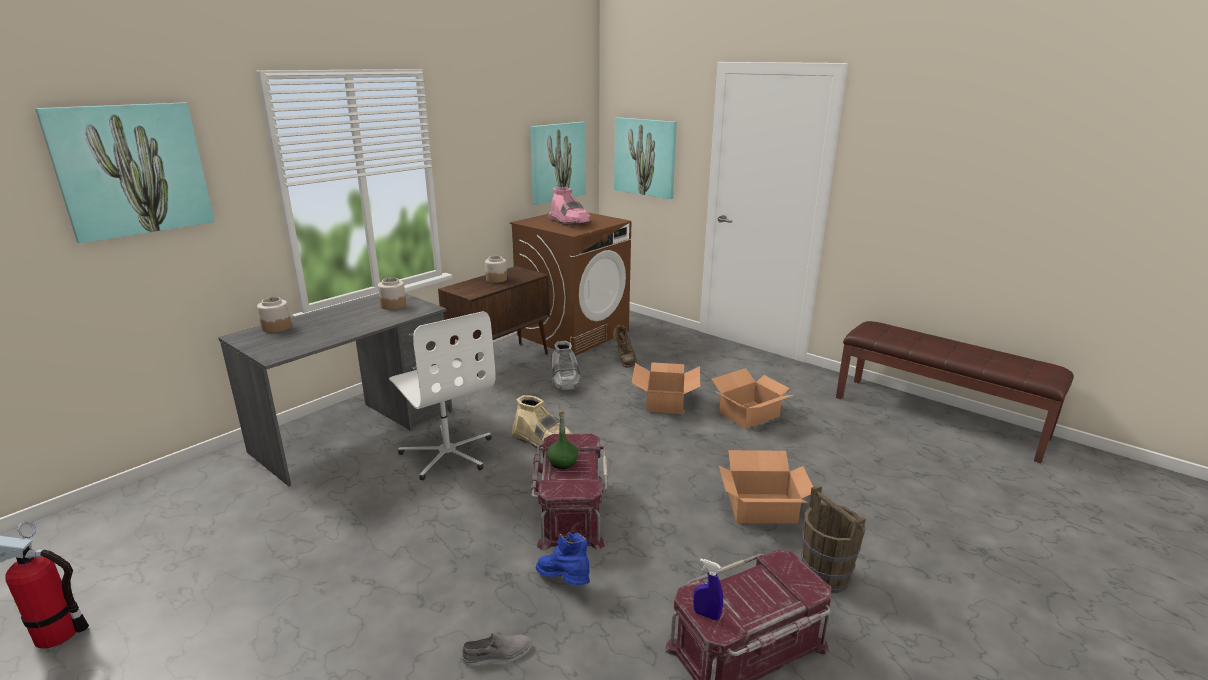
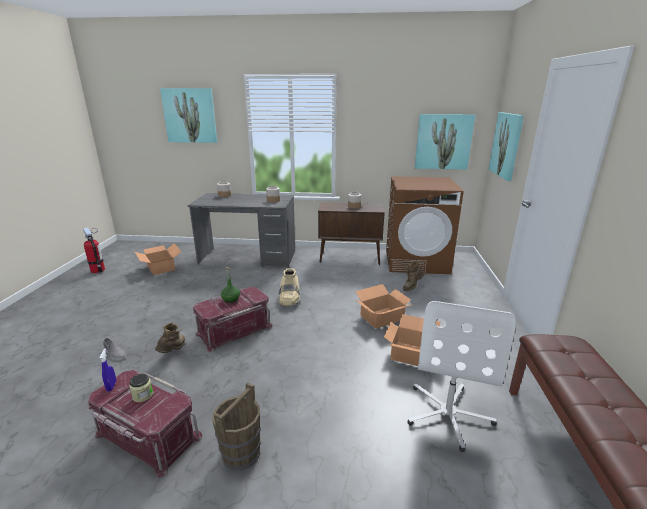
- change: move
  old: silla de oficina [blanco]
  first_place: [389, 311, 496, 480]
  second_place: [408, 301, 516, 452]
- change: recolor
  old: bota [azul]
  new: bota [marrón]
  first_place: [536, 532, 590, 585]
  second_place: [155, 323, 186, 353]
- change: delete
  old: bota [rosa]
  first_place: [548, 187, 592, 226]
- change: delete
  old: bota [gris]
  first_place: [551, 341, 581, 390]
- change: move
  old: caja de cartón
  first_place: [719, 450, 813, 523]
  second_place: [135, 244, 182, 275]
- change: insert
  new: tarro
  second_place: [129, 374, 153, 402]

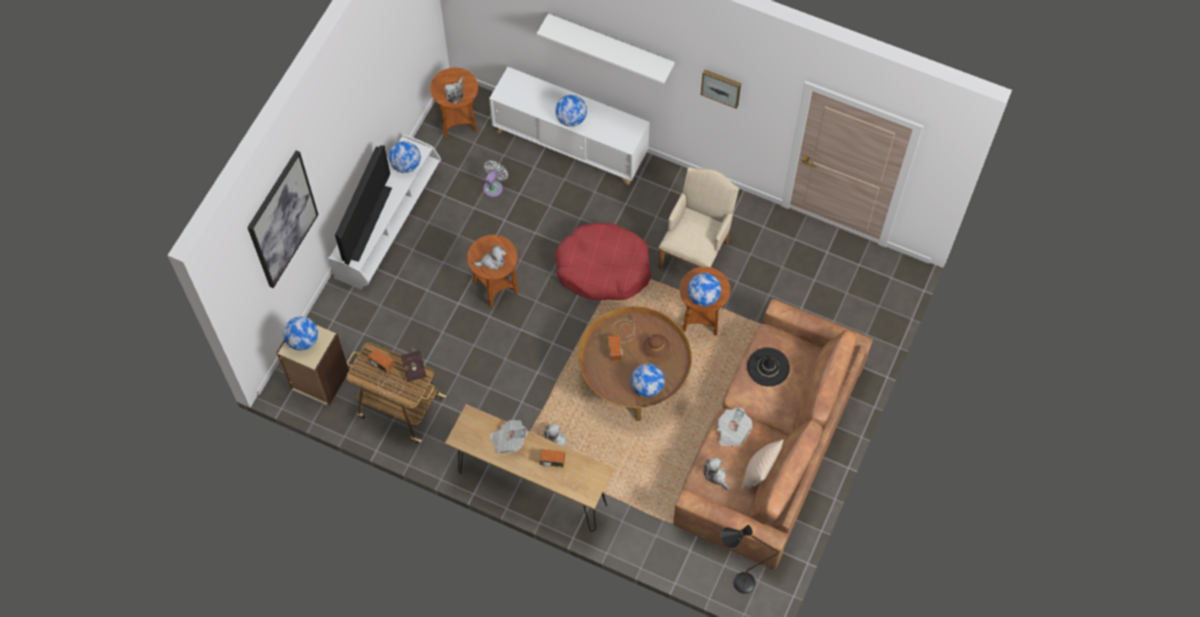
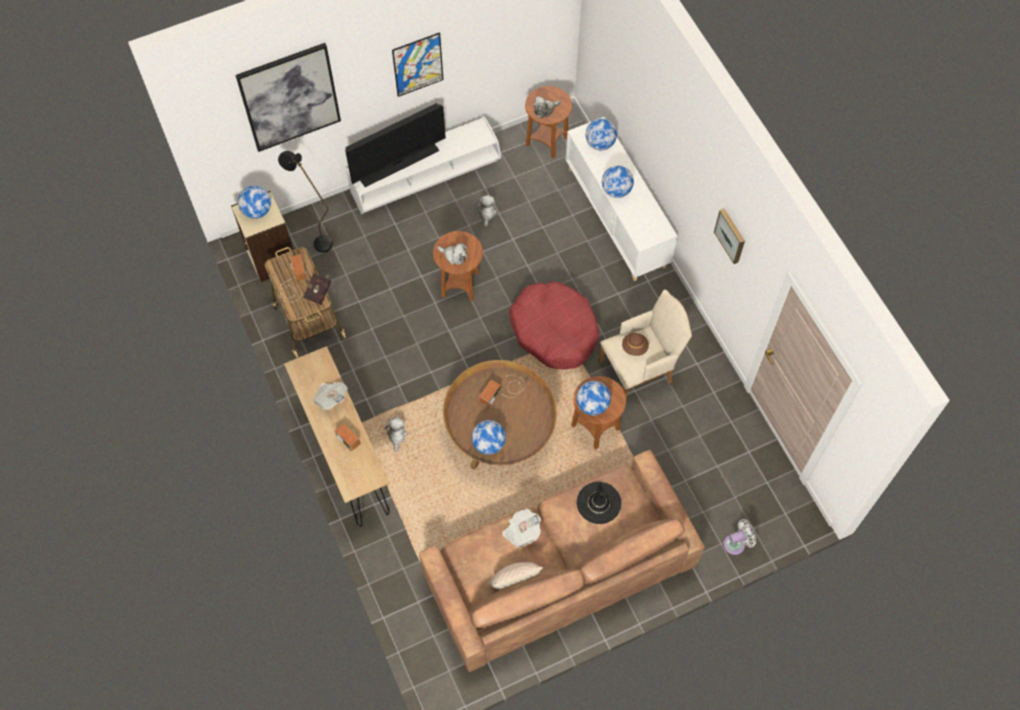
- change: move
  old: globo terráqueo
  first_place: [389, 141, 421, 173]
  second_place: [586, 119, 617, 150]
- change: move
  old: ventilador [blanco]
  first_place: [483, 160, 508, 197]
  second_place: [724, 519, 756, 555]
- change: delete
  old: estante [blanco]
  first_place: [537, 14, 675, 84]
- change: move
  old: sombrero [marrón]
  first_place: [643, 334, 670, 358]
  second_place: [622, 333, 649, 356]
- change: move
  old: peluche
  first_place: [704, 458, 729, 490]
  second_place: [477, 195, 497, 227]
- change: move
  old: lámpara de pie [negro]
  first_place: [721, 525, 779, 594]
  second_place: [278, 151, 333, 253]
- change: insert
  new: cuadro
  second_place: [392, 32, 443, 97]

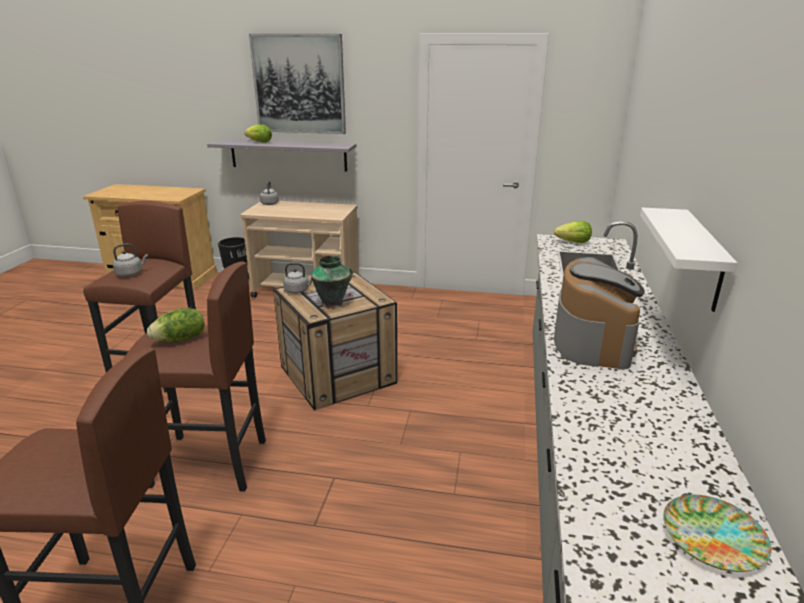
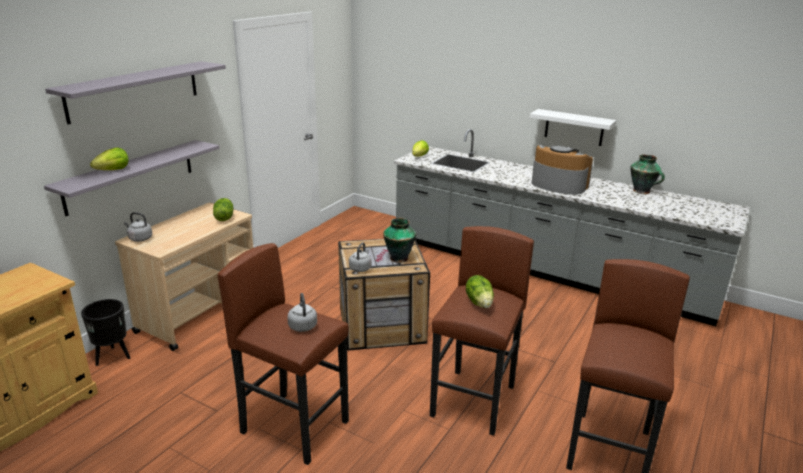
- change: replace
  old: cuadro
  new: estante [gris]
  first_place: [249, 34, 346, 134]
  second_place: [45, 61, 226, 124]
- change: delete
  old: plato
  first_place: [663, 495, 772, 572]
- change: insert
  new: lechuga
  second_place: [213, 198, 234, 221]
- change: insert
  new: florero
  second_place: [630, 154, 665, 194]

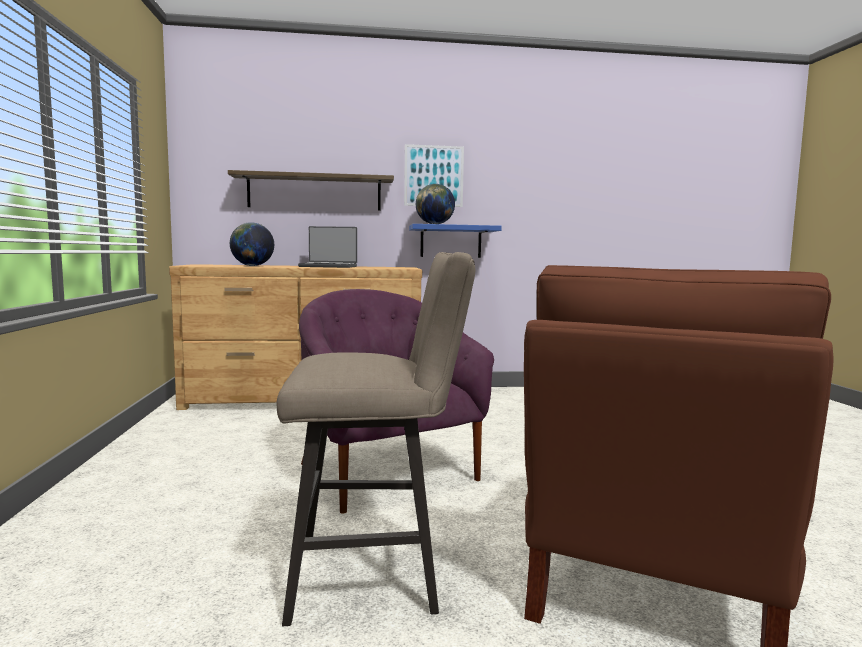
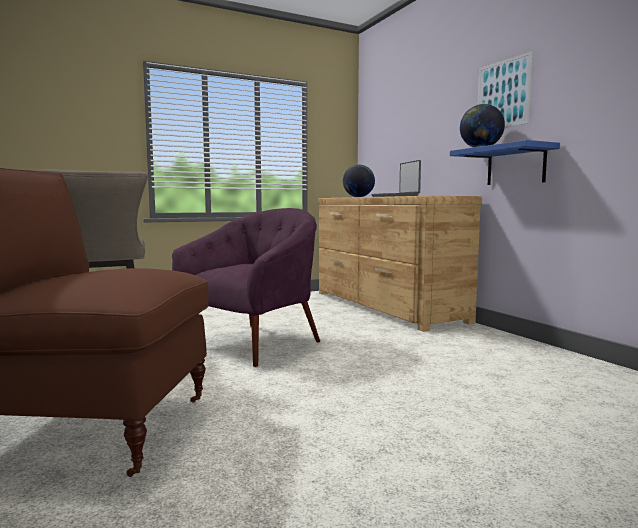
- change: delete
  old: estante
  first_place: [228, 170, 394, 211]

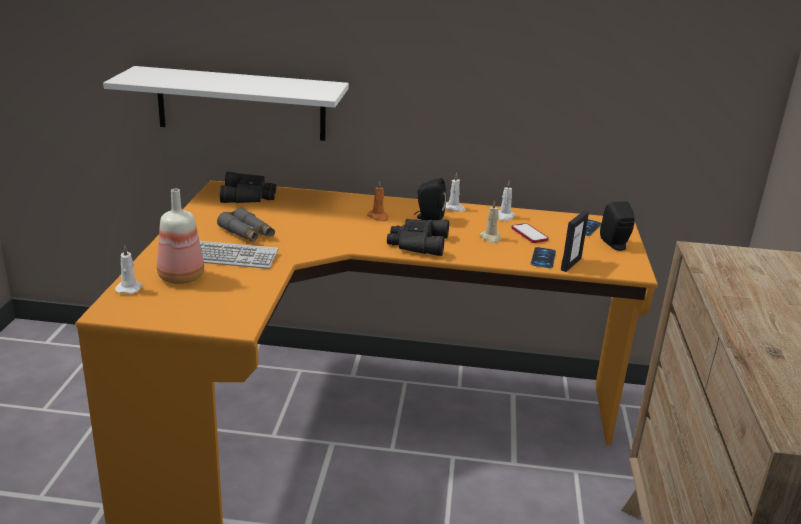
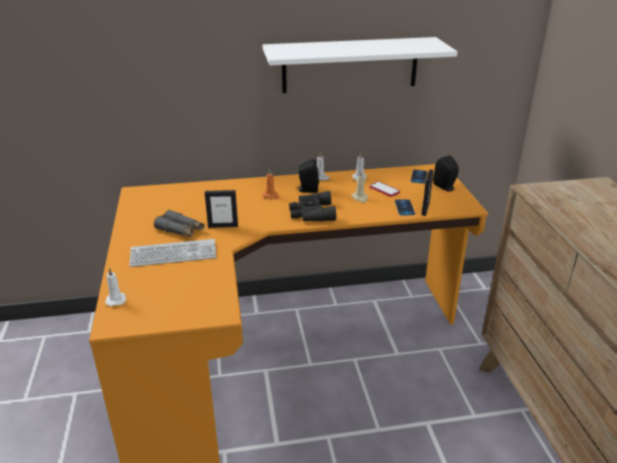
- change: move
  old: estante [blanco]
  first_place: [103, 66, 349, 141]
  second_place: [263, 37, 457, 93]
- change: delete
  old: botella
  first_place: [157, 189, 204, 284]
- change: delete
  old: prismáticos [negro]
  first_place: [220, 171, 276, 203]
- change: insert
  new: portarretratos
  second_place: [205, 190, 238, 228]

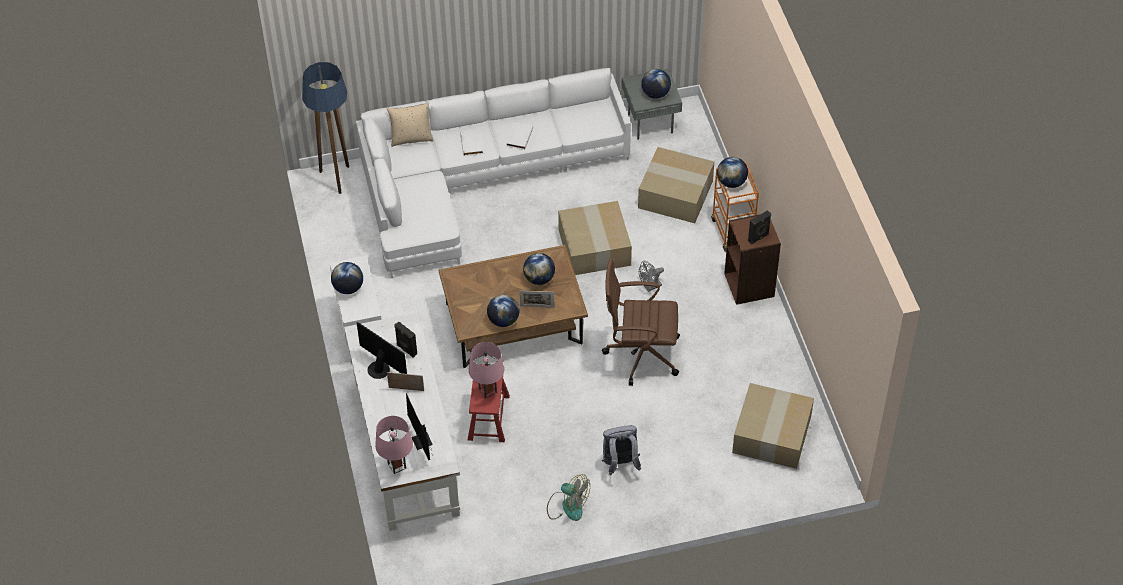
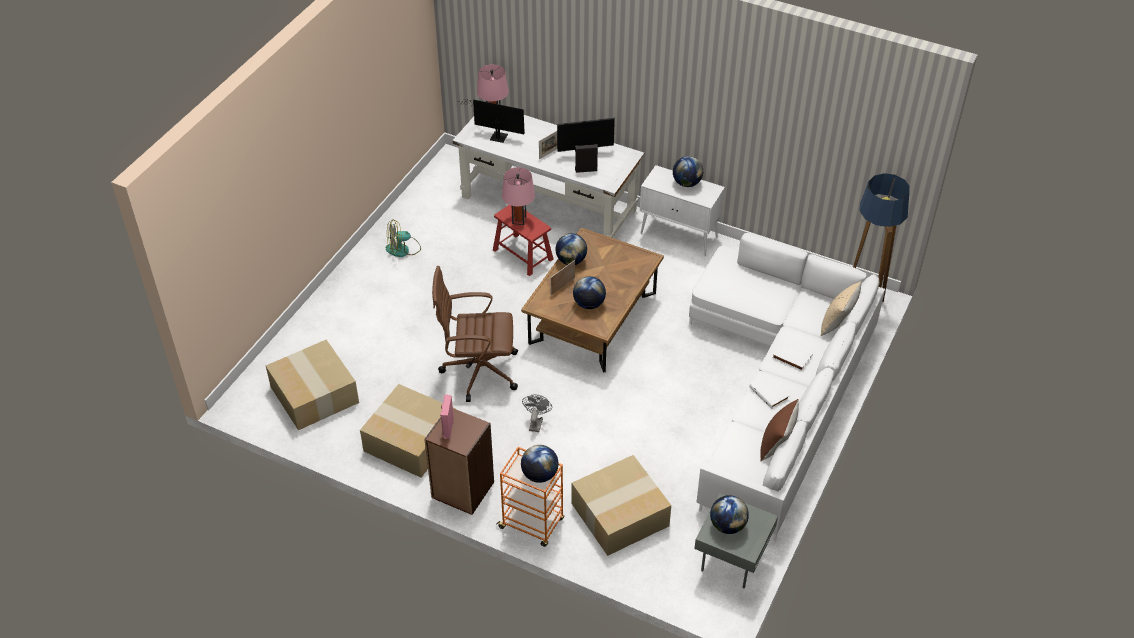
- change: move
  old: caja de cartón
  first_place: [558, 201, 632, 275]
  second_place: [360, 384, 456, 478]
- change: rotate
  old: silla de oficina [marrón]
  first_place: [602, 258, 680, 386]
  second_place: [432, 266, 518, 402]
  degrees: -135
- change: delete
  old: mochila [gris]
  first_place: [602, 425, 641, 475]
- change: recolor
  old: altavoz [negro]
  new: altavoz [rosa]
  first_place: [748, 210, 771, 245]
  second_place: [440, 394, 454, 439]
- change: insert
  new: cojín [marrón]
  second_place: [760, 399, 799, 462]

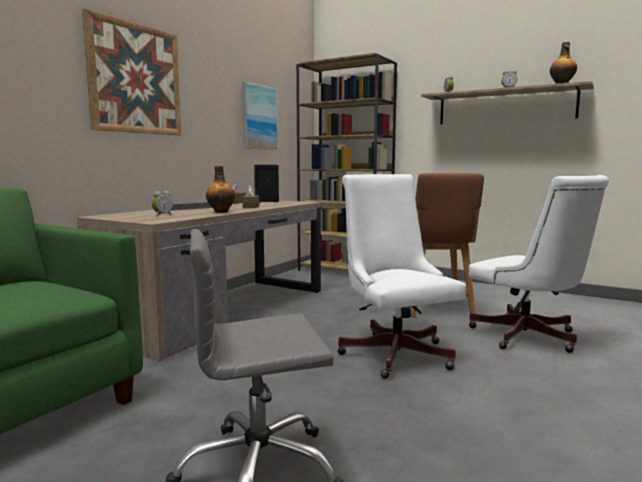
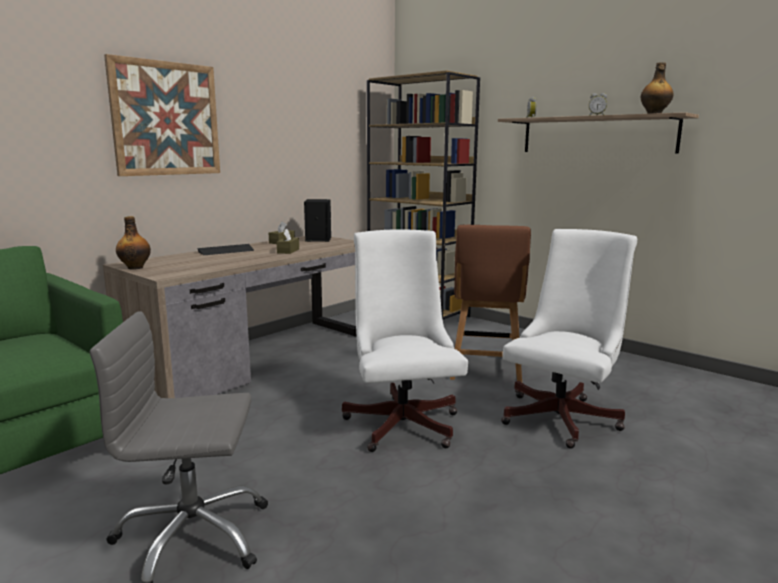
- change: delete
  old: despertador
  first_place: [152, 191, 173, 216]
- change: move
  old: botella
  first_place: [206, 165, 235, 213]
  second_place: [116, 216, 151, 270]
- change: delete
  old: cuadro
  first_place: [242, 82, 278, 150]
- change: rotate
  old: silla de oficina [blanco]
  first_place: [469, 175, 609, 353]
  second_place: [501, 229, 637, 449]
  degrees: -120

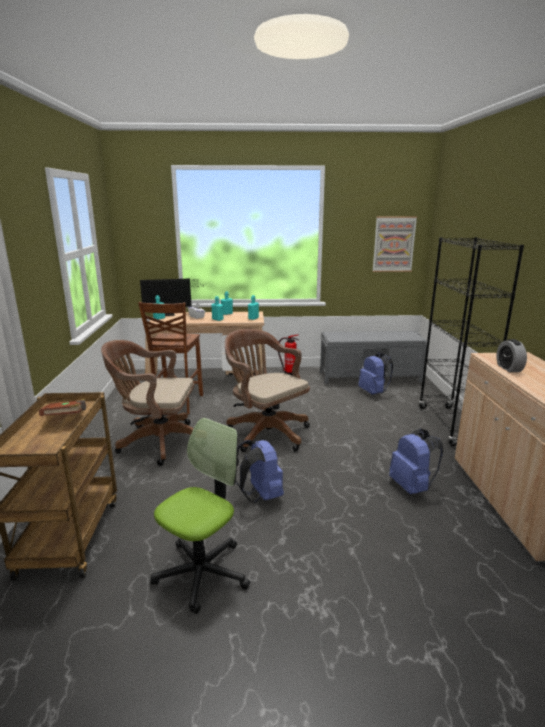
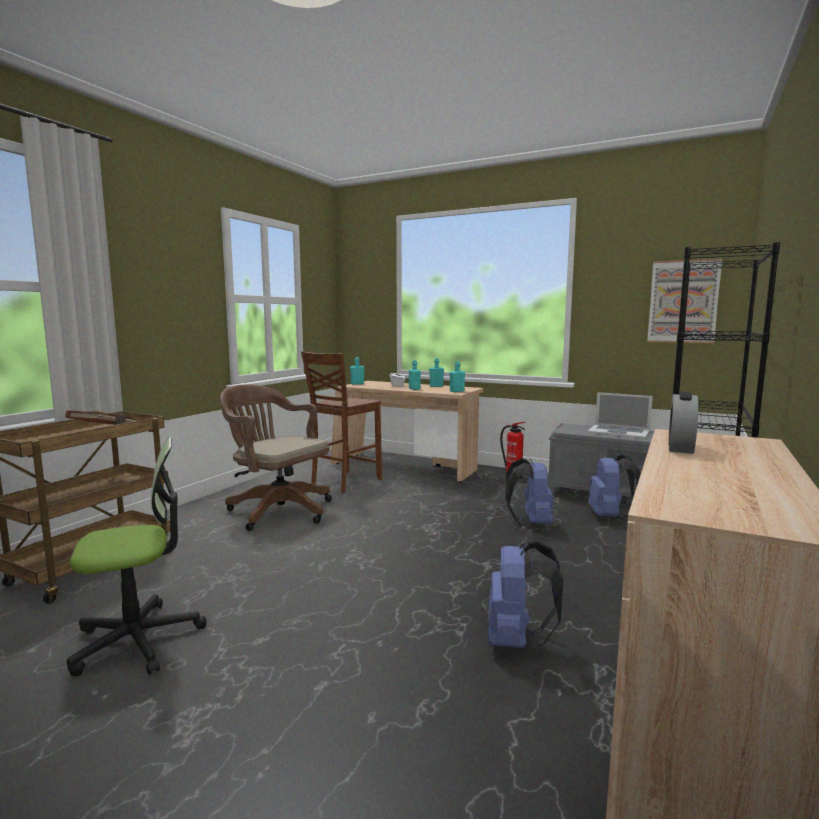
- change: delete
  old: monitor
  first_place: [140, 279, 206, 316]
- change: delete
  old: silla de oficina [marrón]
  first_place: [225, 329, 310, 452]
- change: move
  old: mochila [azul]
  first_place: [235, 440, 284, 503]
  second_place: [506, 458, 553, 526]
- change: insert
  new: portátil
  second_place: [587, 392, 653, 439]

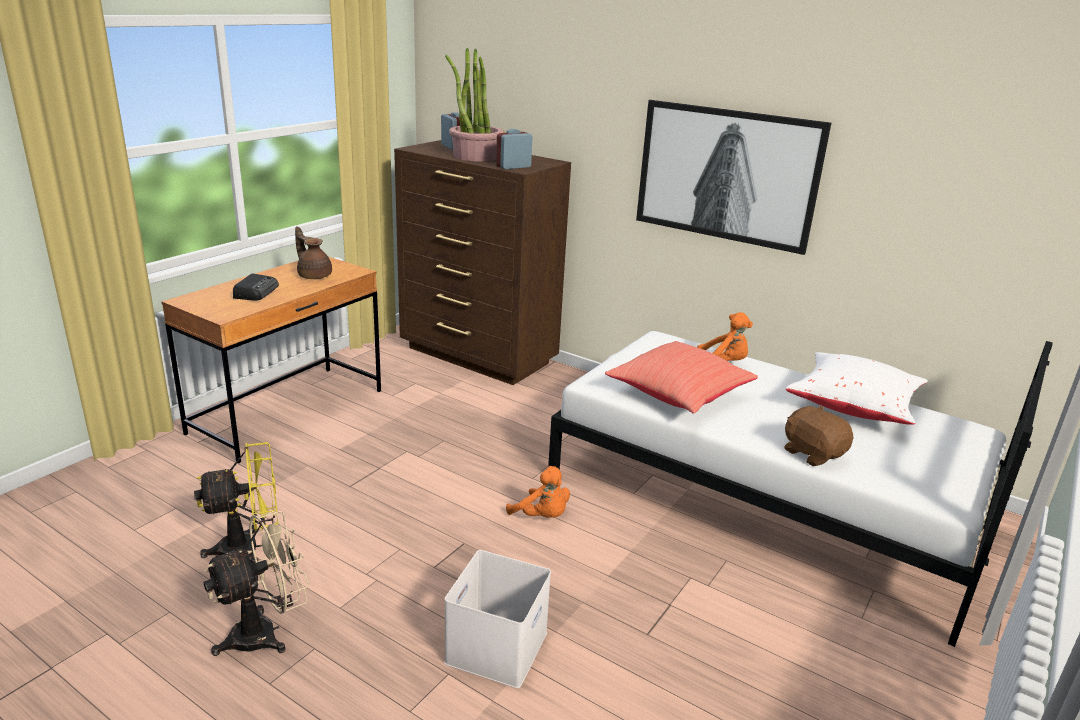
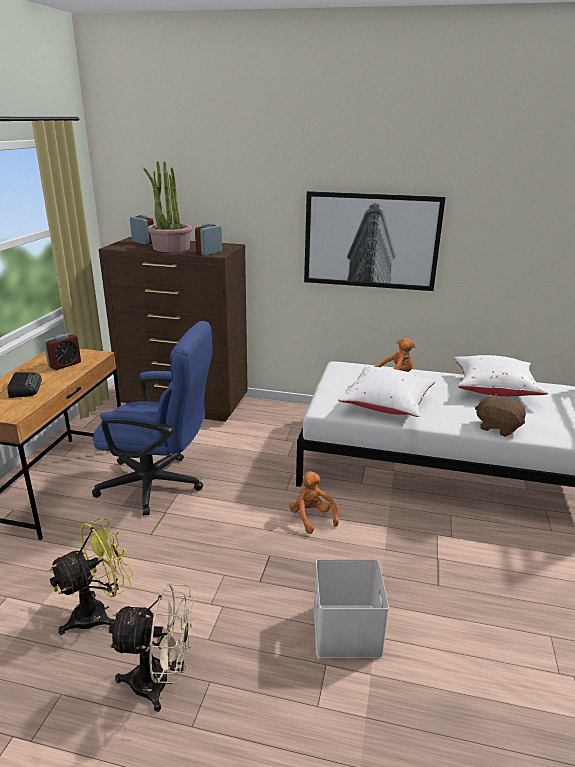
- change: rotate
  old: ventilador [beis]
  first_place: [203, 511, 309, 656]
  second_place: [108, 584, 194, 712]
  degrees: 60
- change: replace
  old: tetera [marrón]
  new: despertador
  first_place: [295, 227, 332, 279]
  second_place: [44, 333, 81, 370]
- change: rotate
  old: peluche [naranja]
  first_place: [506, 466, 570, 518]
  second_place: [289, 471, 339, 534]
  degrees: -135
- change: recolor
  old: cojín [rojo]
  new: cojín [blanco]
  first_place: [605, 341, 758, 414]
  second_place: [338, 366, 435, 417]
- change: insert
  new: silla de oficina [azul]
  second_place: [92, 321, 213, 515]

